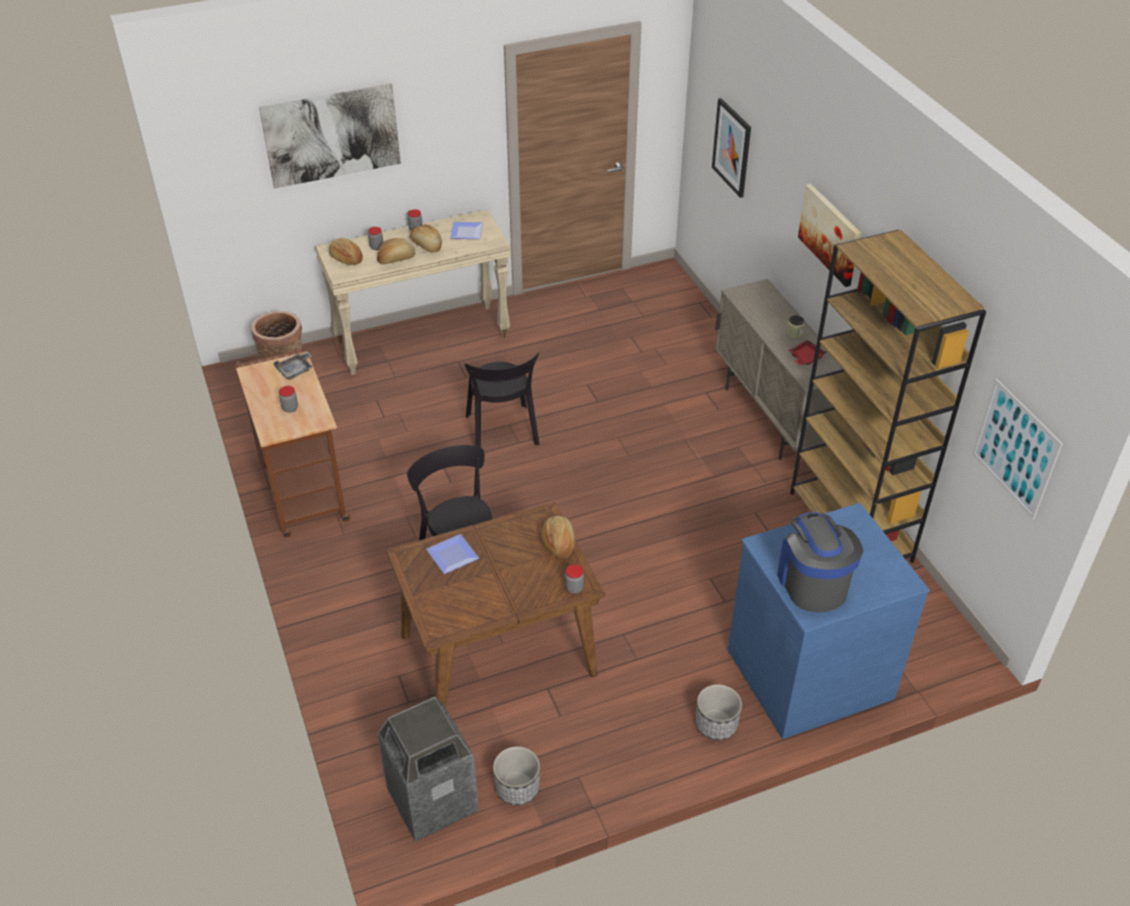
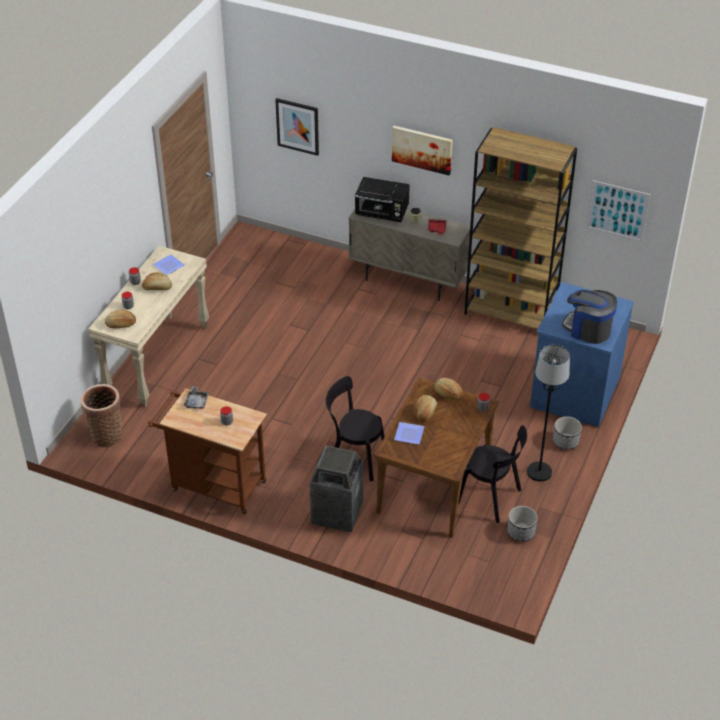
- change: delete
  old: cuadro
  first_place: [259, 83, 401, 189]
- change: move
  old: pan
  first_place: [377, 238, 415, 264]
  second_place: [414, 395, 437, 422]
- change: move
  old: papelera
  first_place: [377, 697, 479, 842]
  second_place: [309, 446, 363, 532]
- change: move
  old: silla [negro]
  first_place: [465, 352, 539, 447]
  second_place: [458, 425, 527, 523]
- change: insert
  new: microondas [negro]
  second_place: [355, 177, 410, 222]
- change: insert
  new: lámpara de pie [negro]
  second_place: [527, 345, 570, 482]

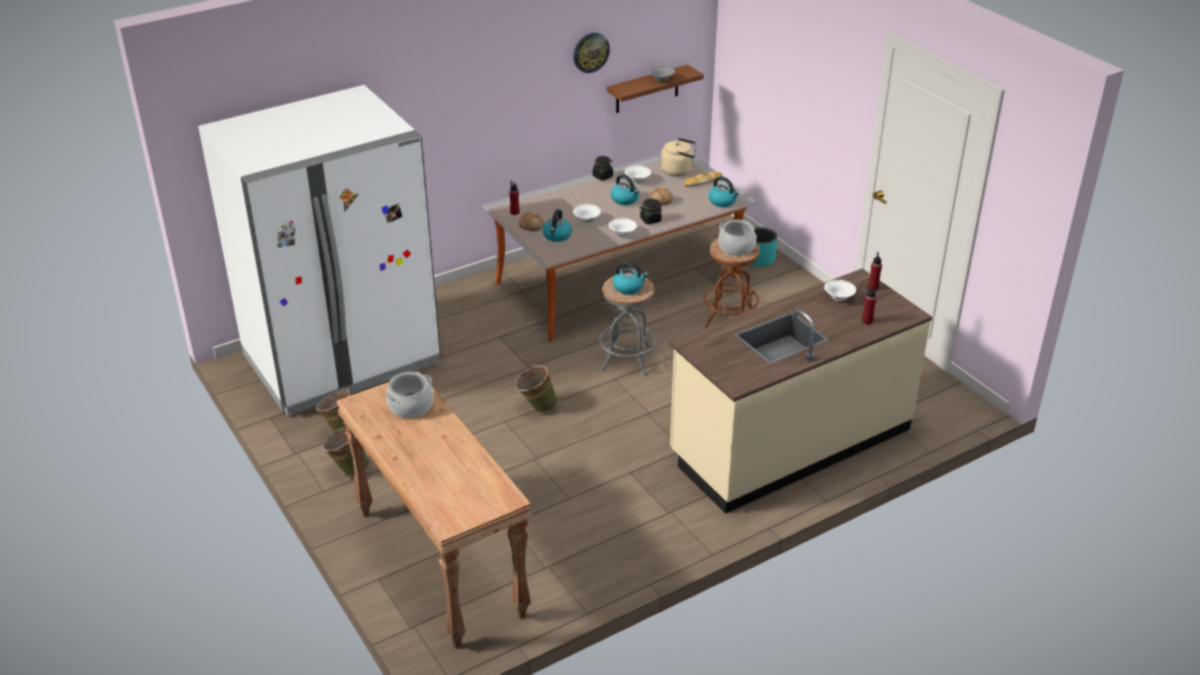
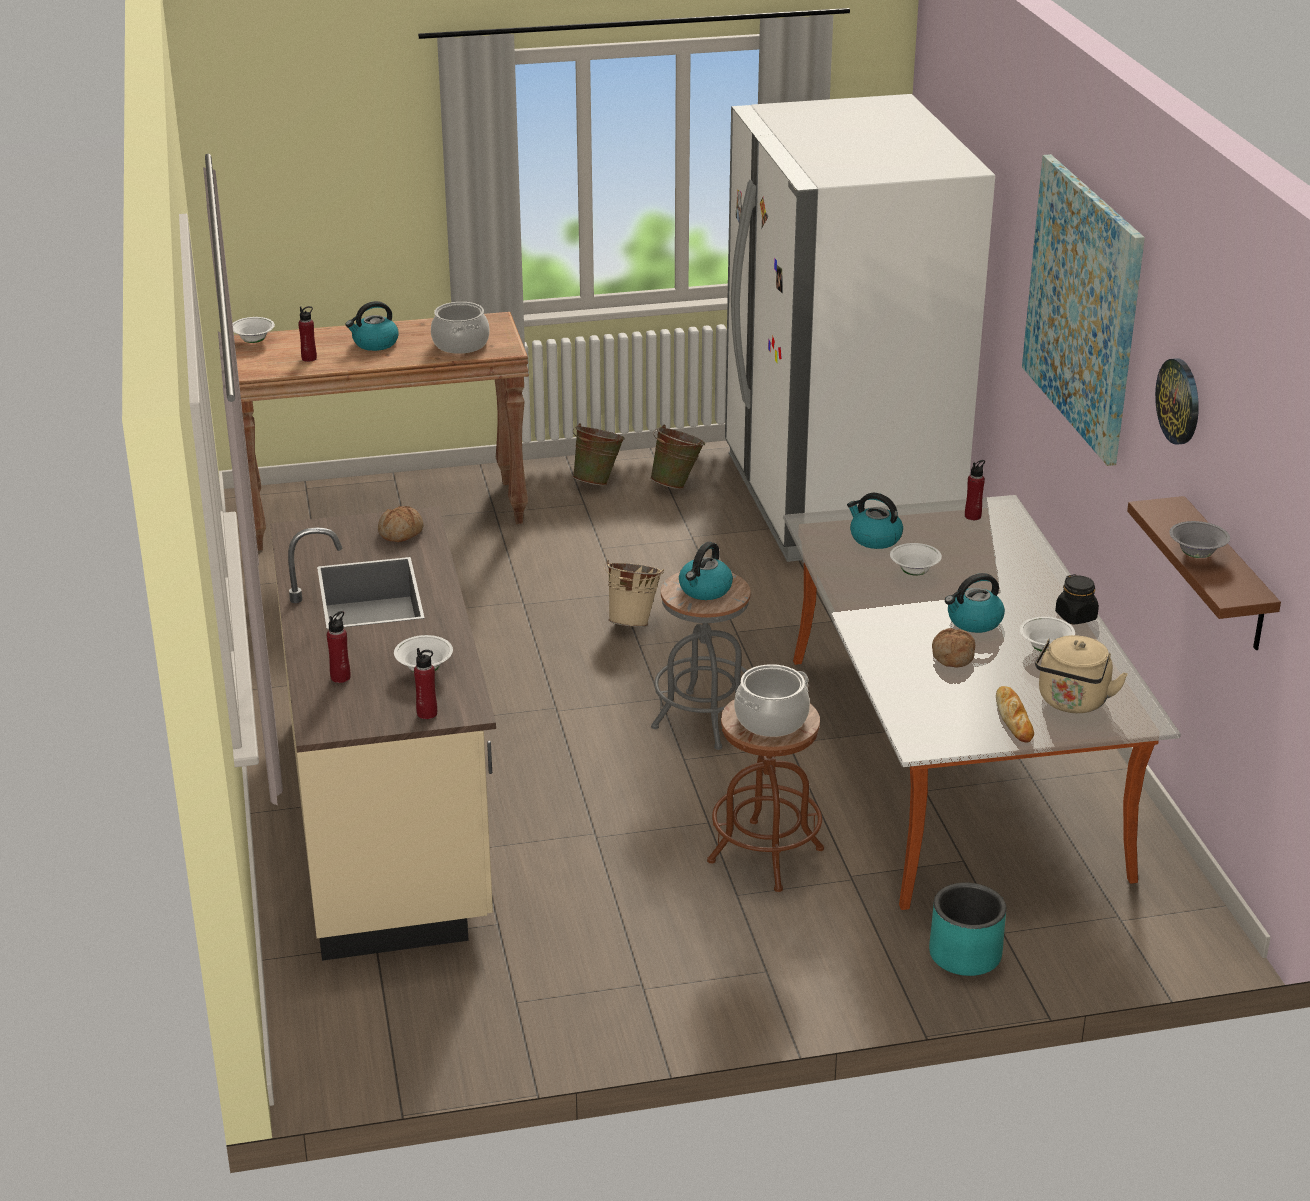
- change: recolor
  old: cubo [verde]
  new: cubo [beis]
  first_place: [515, 365, 558, 413]
  second_place: [604, 560, 664, 627]
- change: move
  old: pan
  first_place: [519, 212, 544, 231]
  second_place: [378, 506, 424, 542]
- change: move
  old: cuenco [blanco]
  first_place: [609, 218, 637, 236]
  second_place: [233, 317, 275, 343]
- change: delete
  old: tarro [negro]
  first_place: [639, 199, 662, 224]
- change: move
  old: hervidor
  first_place: [709, 176, 739, 207]
  second_place: [345, 301, 399, 351]
- change: insert
  new: botella [rojo]
  second_place: [298, 306, 317, 362]
- change: insert
  new: cuadro
  second_place: [1022, 154, 1145, 466]

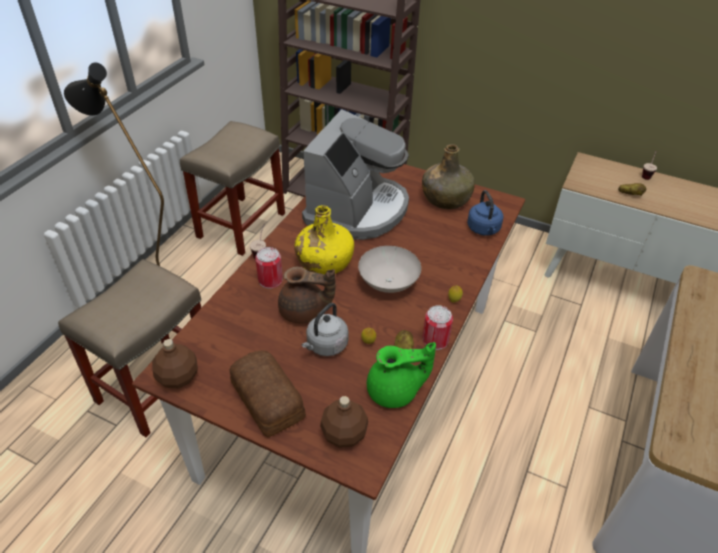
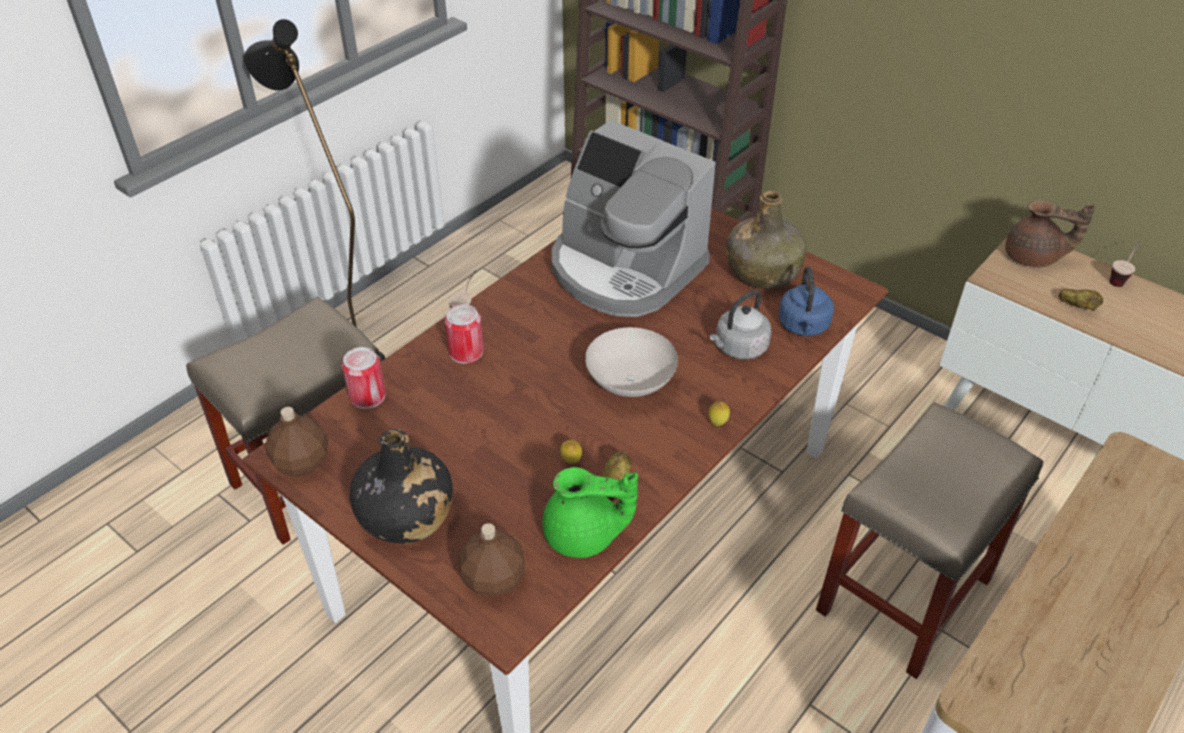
- change: move
  old: taburete [beis]
  first_place: [180, 121, 285, 256]
  second_place: [816, 402, 1043, 679]
- change: replace
  old: pan
  new: botella [negro]
  first_place: [229, 350, 306, 438]
  second_place: [350, 429, 453, 544]
- change: move
  old: tetera [marrón]
  first_place: [278, 267, 336, 323]
  second_place: [1005, 200, 1096, 267]
- change: delete
  old: botella [amarillo]
  first_place: [295, 205, 354, 275]
- change: rotate
  old: cafetera
  first_place: [302, 109, 409, 240]
  second_place: [551, 120, 716, 317]
  degrees: 90
- change: move
  old: hervidor [gris]
  first_place: [302, 303, 348, 356]
  second_place: [709, 290, 771, 359]
- change: move
  old: lata
  first_place: [423, 305, 453, 350]
  second_place: [342, 347, 386, 409]

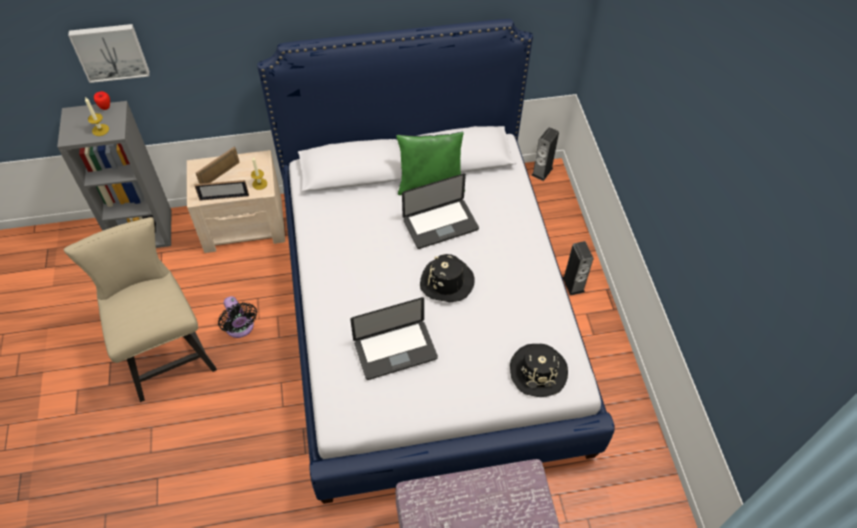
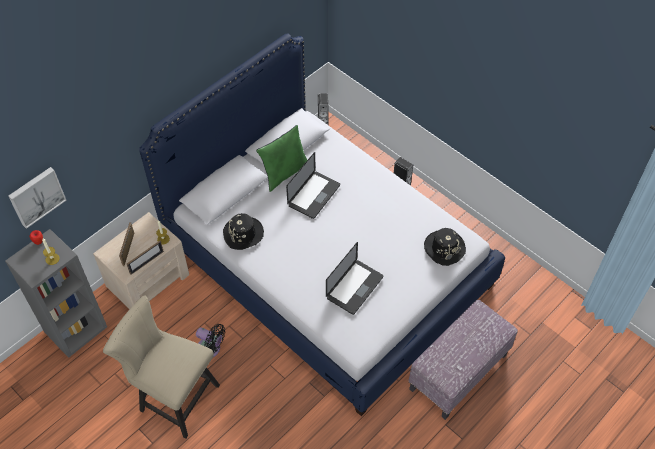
- change: move
  old: sombrero [negro]
  first_place: [420, 254, 475, 302]
  second_place: [223, 213, 264, 250]

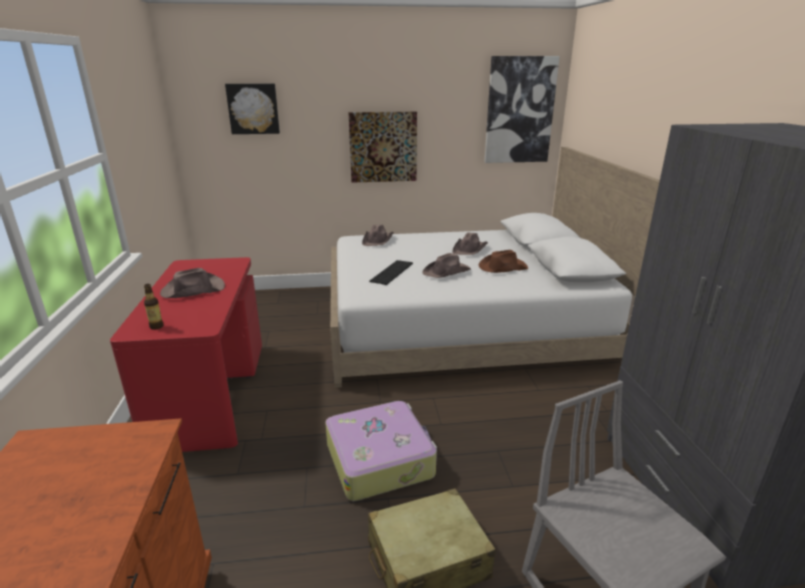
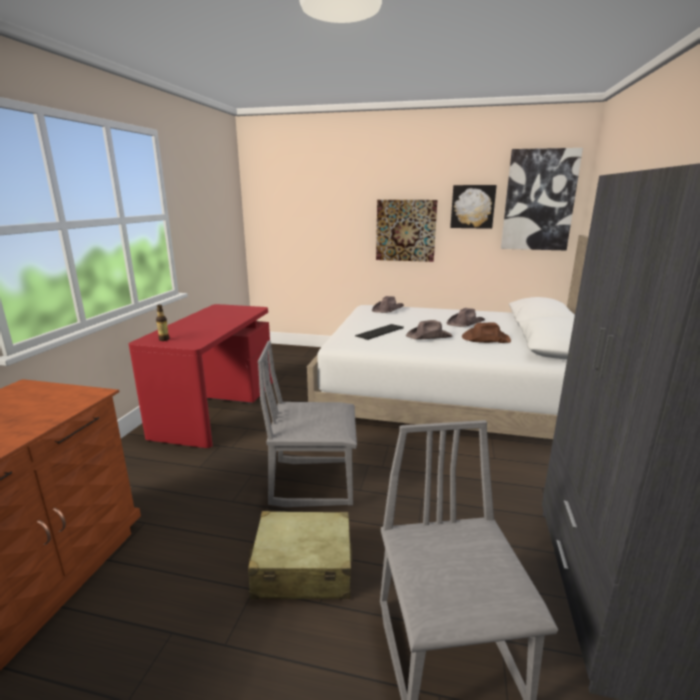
- change: delete
  old: sombrero [marrón]
  first_place: [160, 268, 225, 298]
- change: move
  old: cuadro
  first_place: [225, 83, 280, 134]
  second_place: [450, 185, 497, 229]
- change: replace
  old: maleta
  new: silla [gris]
  first_place: [325, 401, 437, 501]
  second_place: [258, 341, 357, 507]

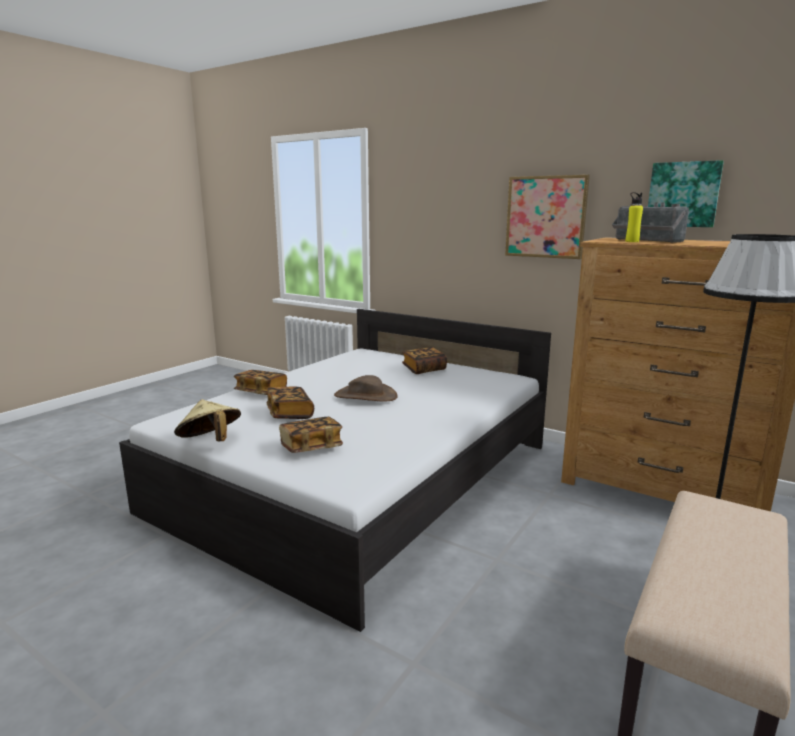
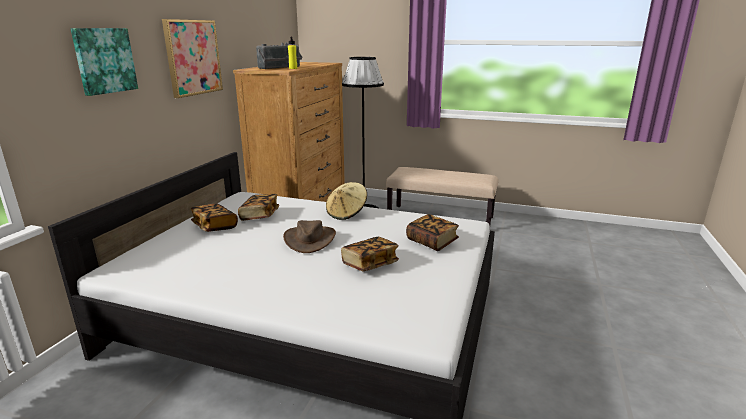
- change: move
  old: sombrero [beis]
  first_place: [174, 399, 241, 441]
  second_place: [326, 182, 367, 220]
- change: move
  old: libro
  first_place: [234, 370, 287, 395]
  second_place: [238, 194, 279, 221]
- change: move
  old: cuadro
  first_place: [648, 160, 724, 227]
  second_place: [70, 28, 138, 96]

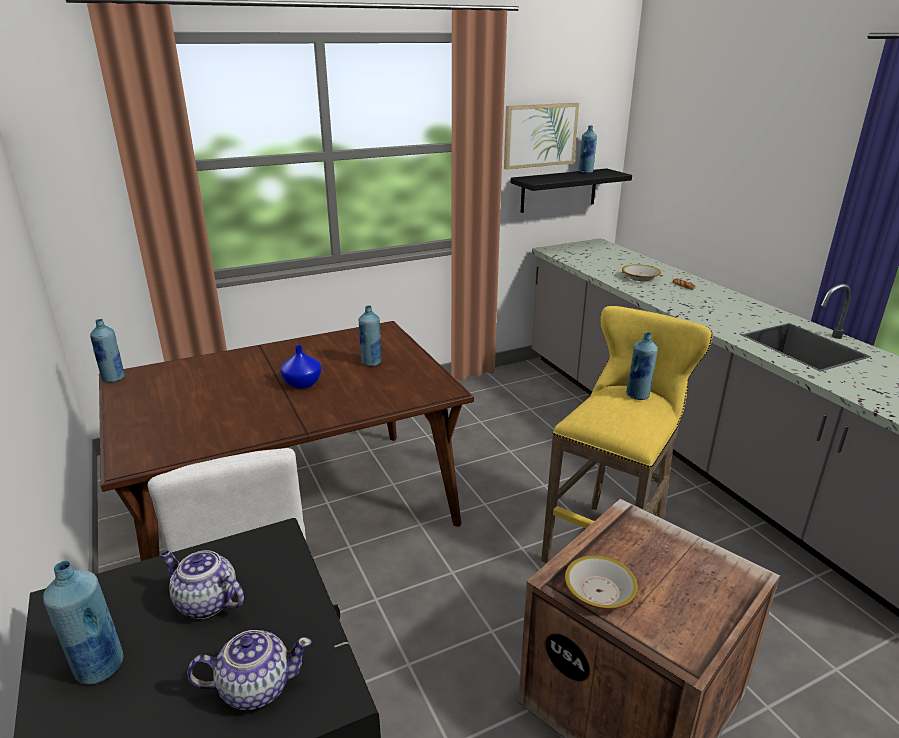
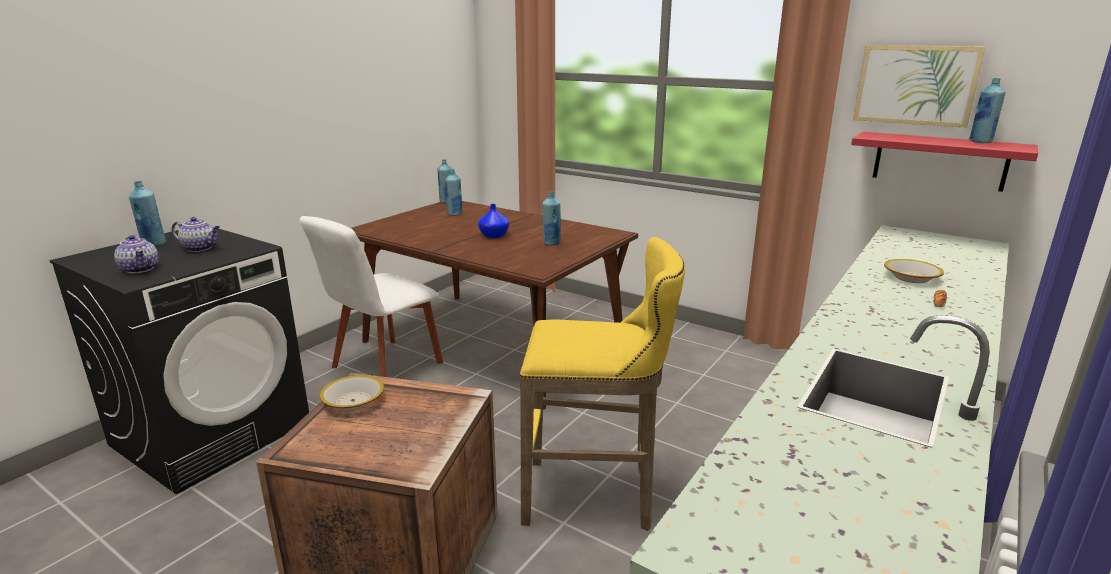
- change: rotate
  old: tetera
  first_place: [160, 550, 244, 619]
  second_place: [171, 217, 220, 252]
  degrees: 105
- change: recolor
  old: estante [negro]
  new: estante [rojo]
  first_place: [510, 168, 632, 213]
  second_place: [851, 132, 1038, 192]
- change: move
  old: botella [azul]
  first_place: [626, 332, 658, 400]
  second_place: [445, 169, 463, 216]

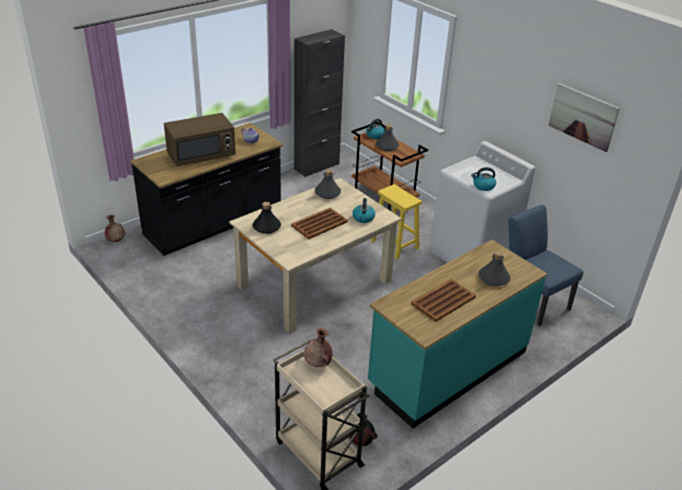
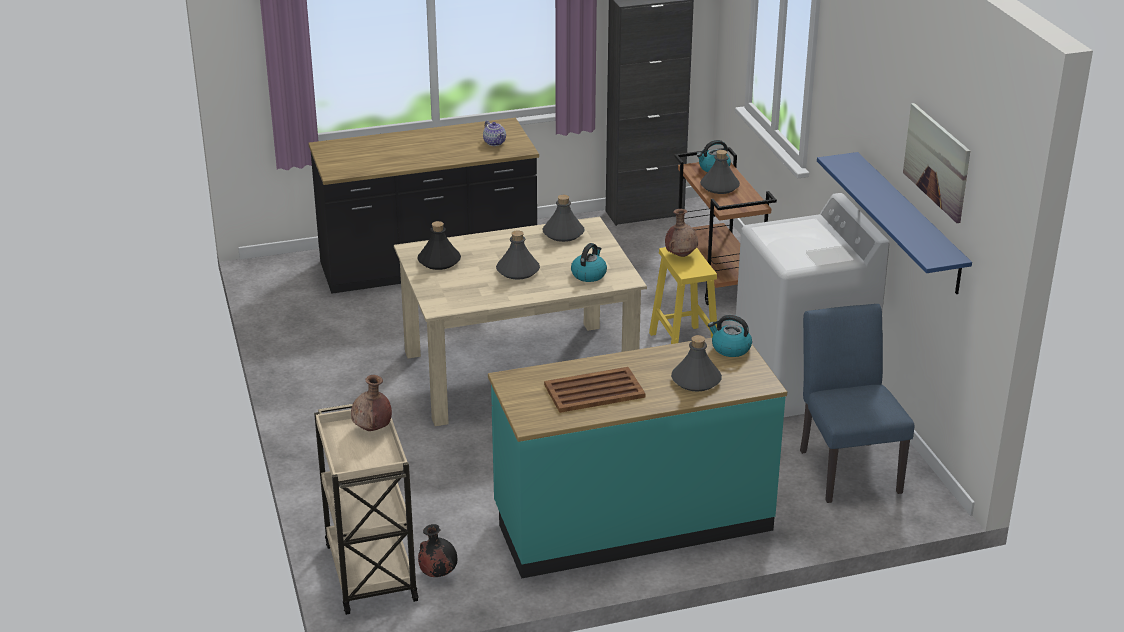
- change: move
  old: florero [marrón]
  first_place: [105, 215, 125, 242]
  second_place: [665, 209, 698, 257]
- change: delete
  old: microondas [marrón]
  first_place: [164, 113, 236, 167]
- change: replace
  old: bandeja [marrón]
  new: botella [gris]
  first_place: [291, 208, 348, 239]
  second_place: [496, 230, 540, 280]
- change: move
  old: hervidor
  first_place: [471, 167, 496, 191]
  second_place: [708, 315, 752, 357]
- change: insert
  new: estante [azul]
  second_place: [817, 152, 972, 294]

